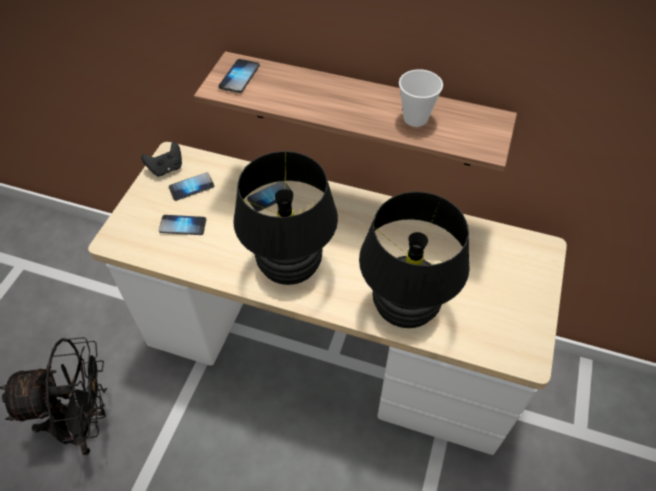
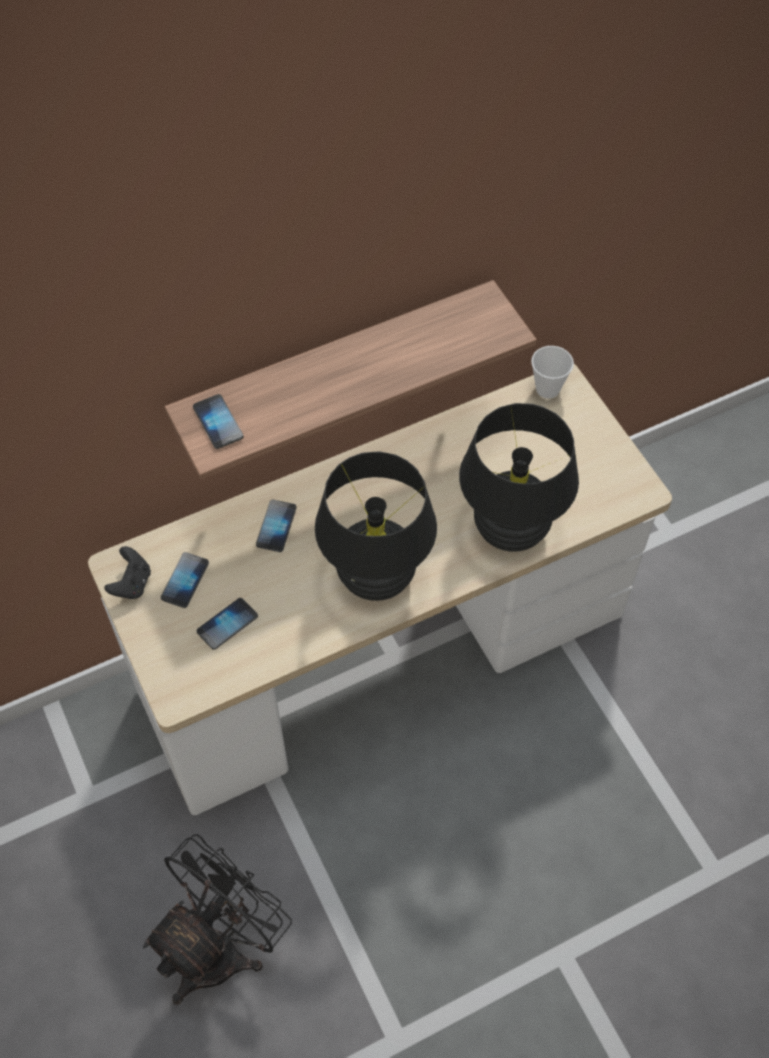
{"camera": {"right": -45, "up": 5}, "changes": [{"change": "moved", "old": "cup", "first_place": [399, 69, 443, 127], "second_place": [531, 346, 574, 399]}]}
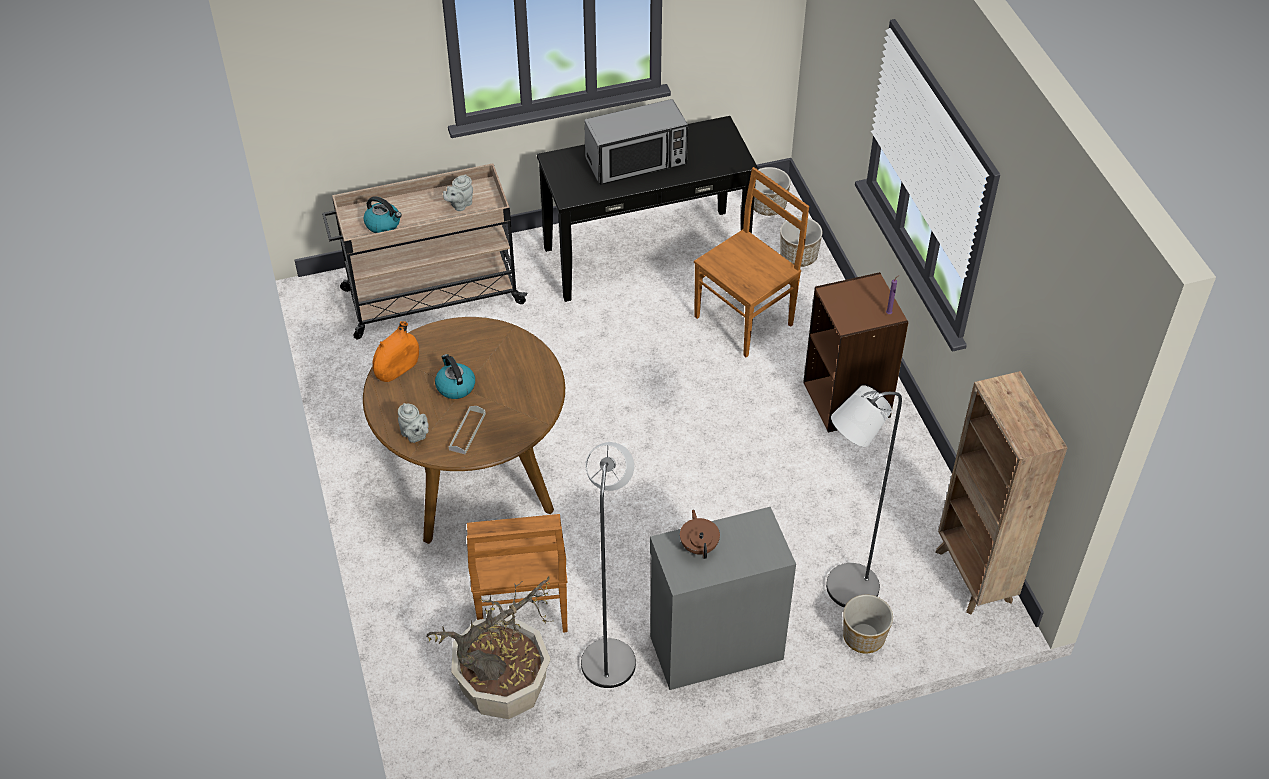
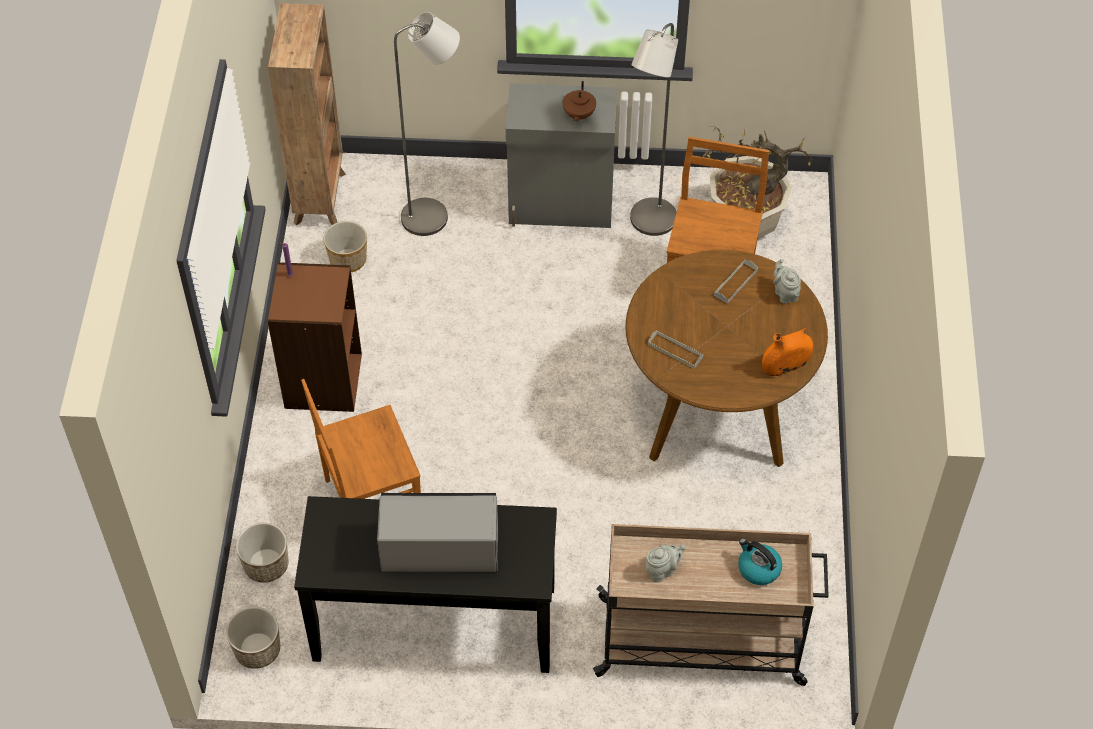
{"camera": {"right": -160, "up": 5}, "changes": [{"change": "removed", "old": "kettle", "first_place": [435, 354, 475, 399]}, {"change": "moved", "old": "planter", "first_place": [843, 595, 893, 654], "second_place": [324, 221, 367, 272]}, {"change": "added", "new": "grey tray", "second_place": [648, 330, 704, 369]}]}
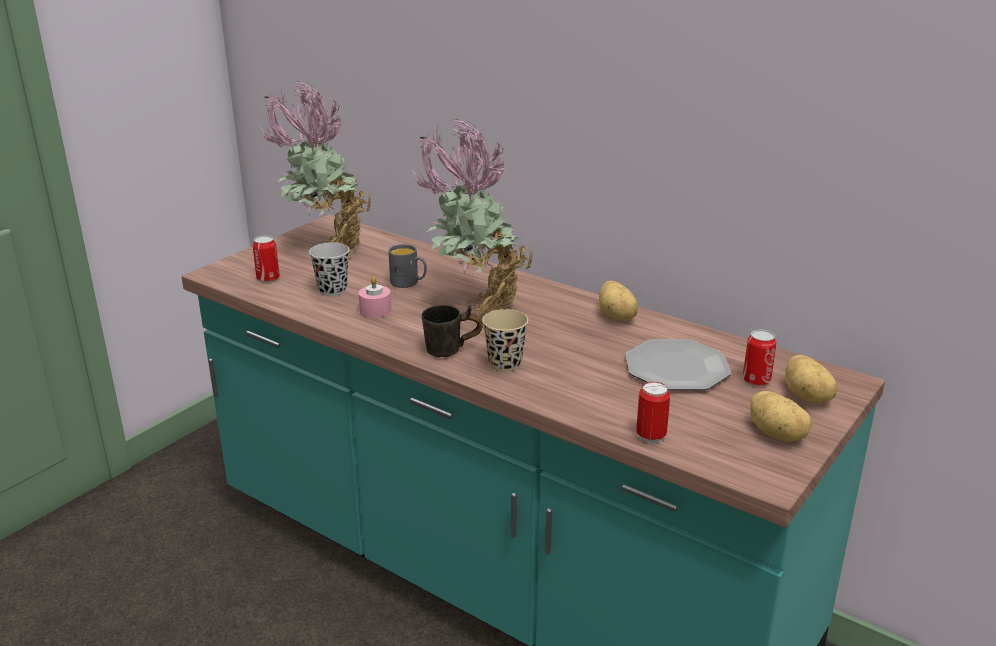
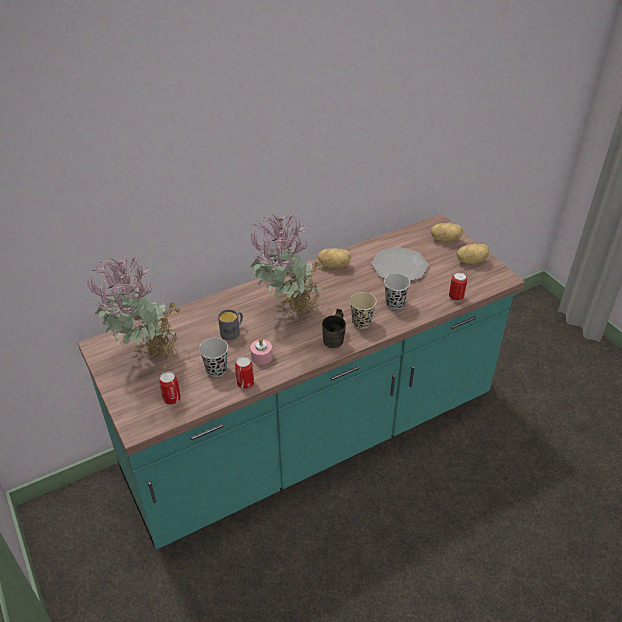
{"camera": {"right": -65, "up": 15}, "changes": [{"change": "moved", "old": "can", "first_place": [743, 329, 776, 386], "second_place": [235, 356, 254, 389]}, {"change": "added", "new": "black cup", "second_place": [384, 274, 410, 310]}]}
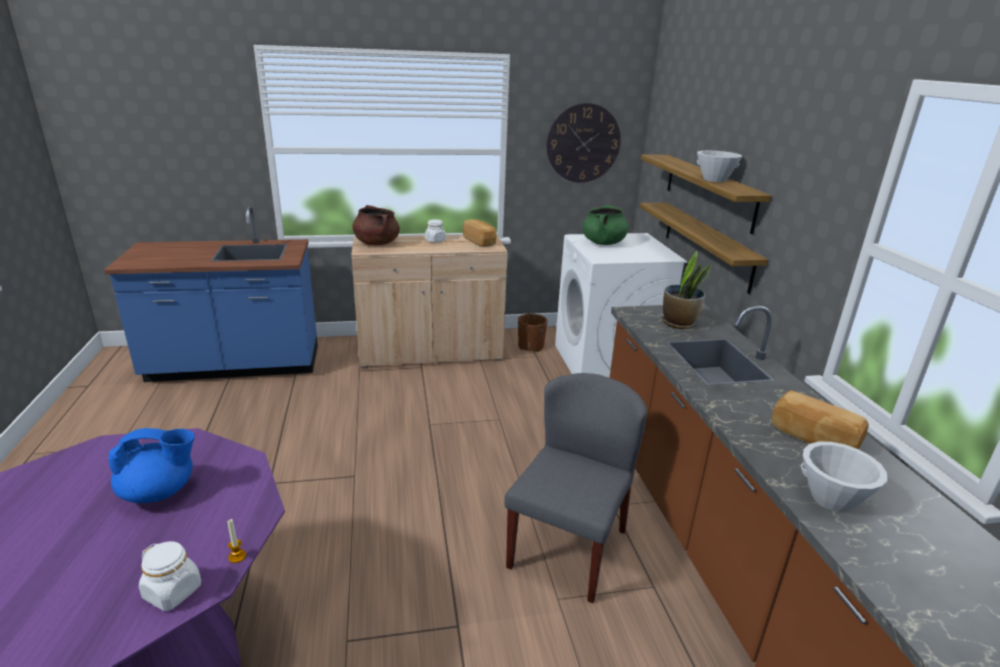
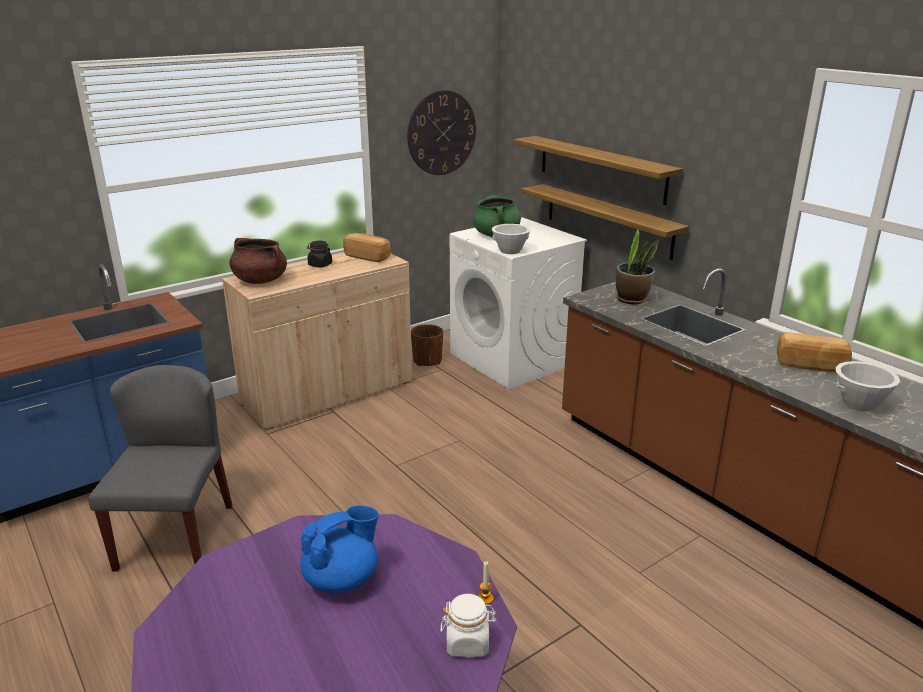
{"camera": {"right": -25, "up": 0}, "changes": [{"change": "recoloured", "old": "white jar", "new": "black jar", "first_place": [425, 219, 446, 242], "second_place": [307, 241, 332, 268]}, {"change": "moved", "old": "grey chair", "first_place": [504, 373, 647, 603], "second_place": [88, 365, 232, 572]}, {"change": "moved", "old": "white bowl", "first_place": [697, 151, 742, 182], "second_place": [492, 224, 530, 254]}]}
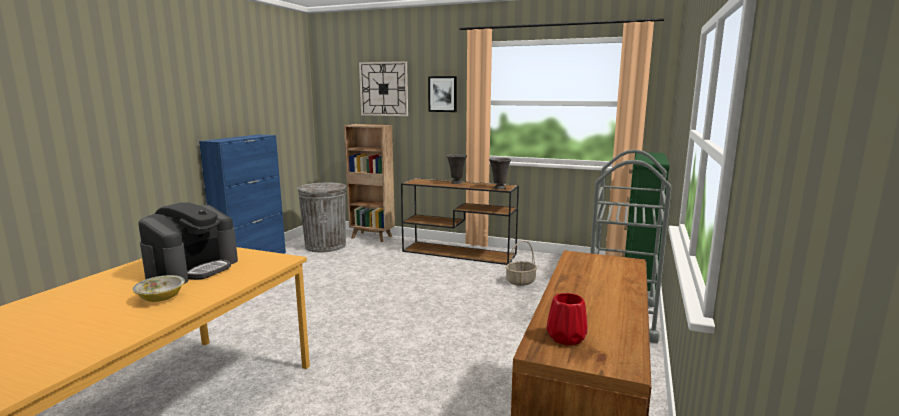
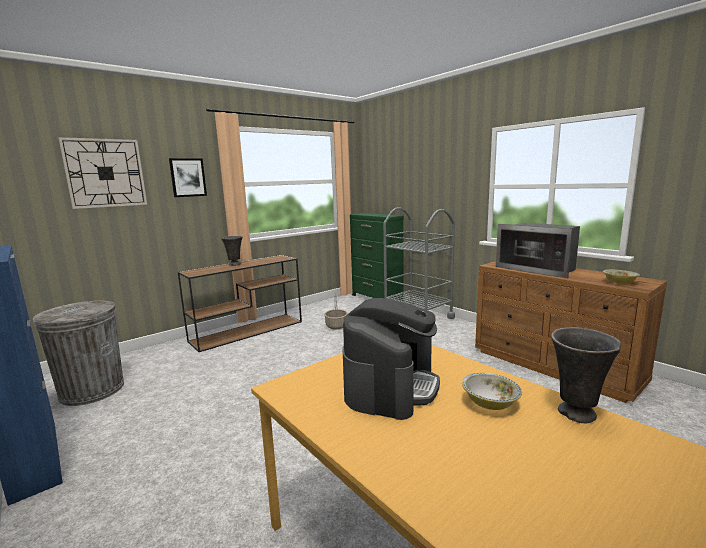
{"camera": {"right": -60, "up": 0}, "changes": [{"change": "turned", "old": "coffee machine", "first_place": [138, 202, 238, 284], "second_place": [342, 298, 440, 420], "degrees": 60}, {"change": "removed", "old": "brown bookcase", "first_place": [344, 124, 395, 242]}, {"change": "moved", "old": "grey vase", "first_place": [489, 158, 511, 189], "second_place": [551, 327, 621, 423]}, {"change": "replaced", "old": "red vase", "new": "bowl", "first_place": [546, 293, 588, 345], "second_place": [603, 270, 640, 284]}, {"change": "added", "new": "microwave", "second_place": [496, 223, 580, 278]}]}
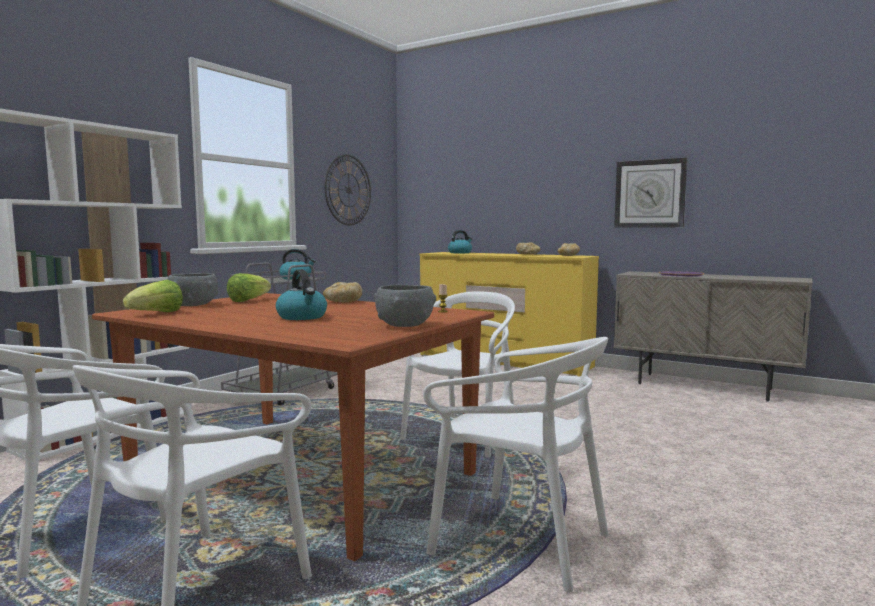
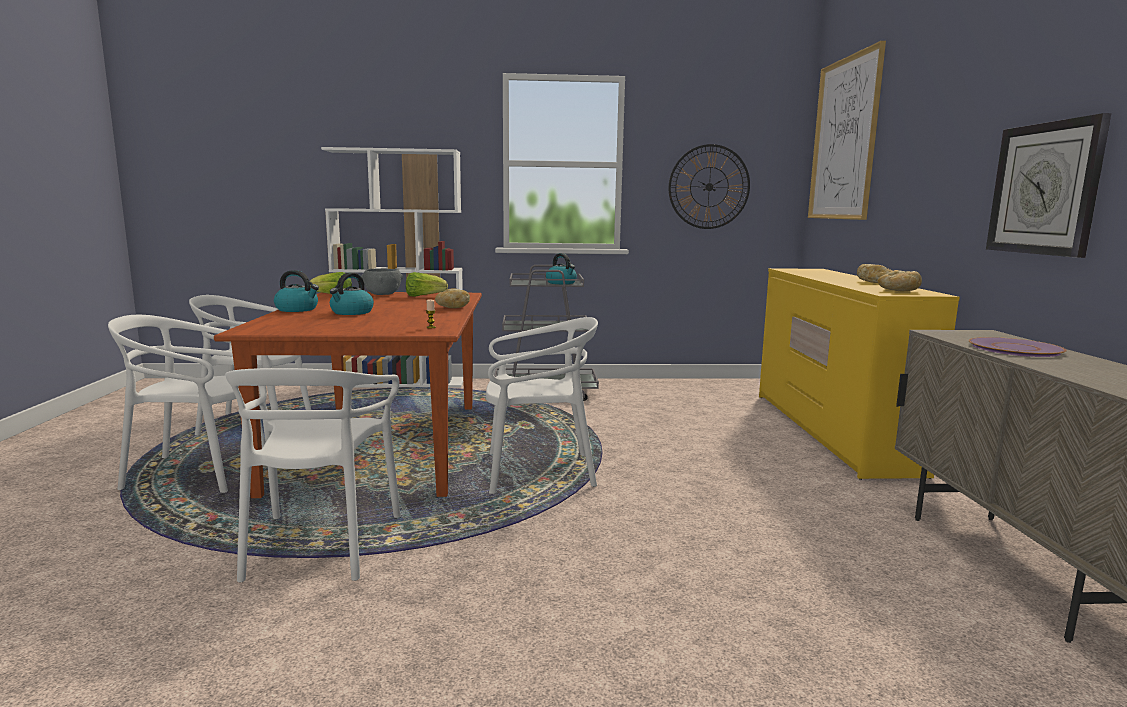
{"camera": {"right": 55, "up": 5}, "changes": [{"change": "removed", "old": "grey bowl", "first_place": [374, 285, 436, 327]}, {"change": "moved", "old": "kettle", "first_place": [448, 230, 472, 253], "second_place": [274, 270, 319, 312]}, {"change": "added", "new": "picture", "second_place": [808, 41, 886, 220]}]}
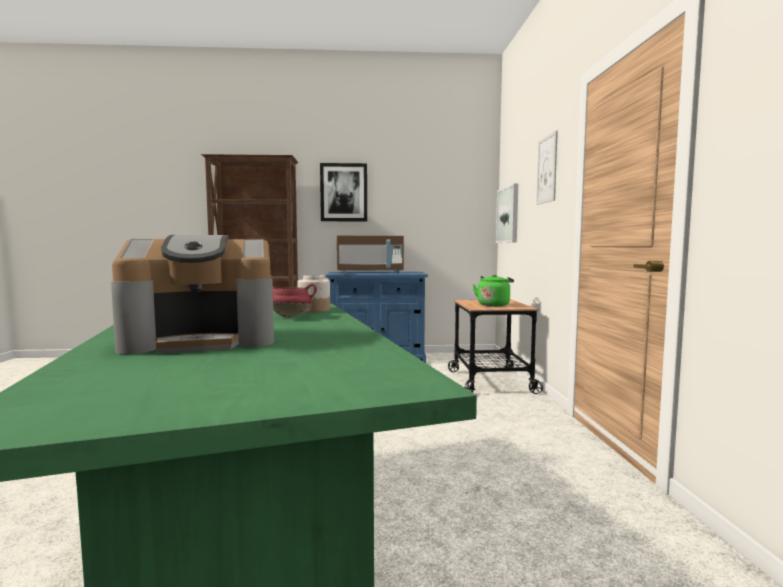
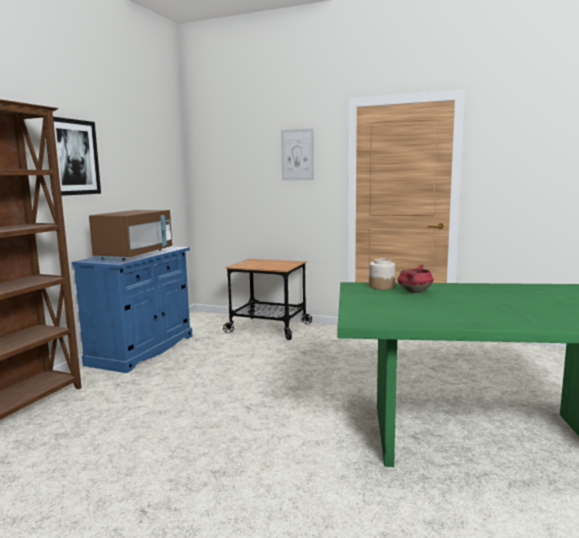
{"camera": {"right": -65, "up": 5}, "changes": [{"change": "removed", "old": "coffee machine", "first_place": [111, 235, 274, 354]}, {"change": "removed", "old": "green kettle", "first_place": [472, 274, 514, 306]}, {"change": "removed", "old": "picture", "first_place": [496, 183, 518, 243]}]}
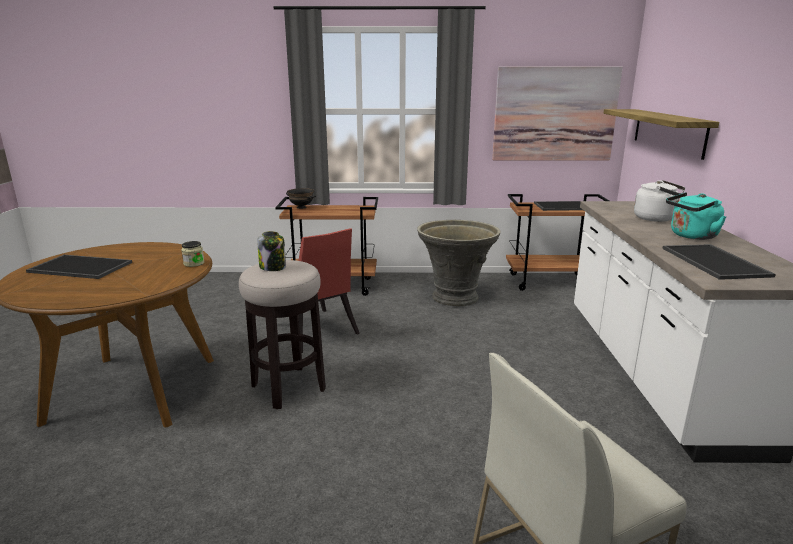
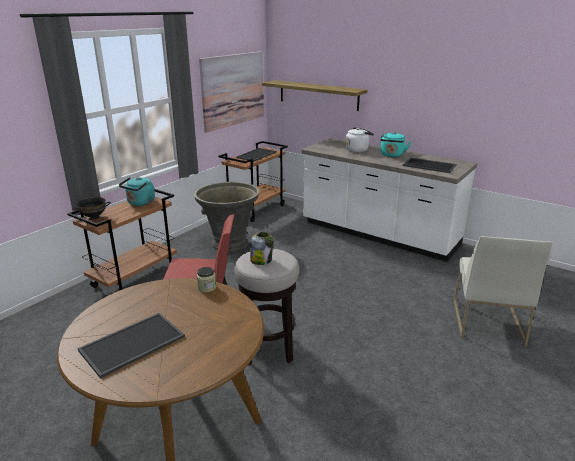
{"camera": {"right": -55, "up": 5}, "changes": [{"change": "added", "new": "turquoise kettle", "second_place": [119, 177, 155, 206]}]}
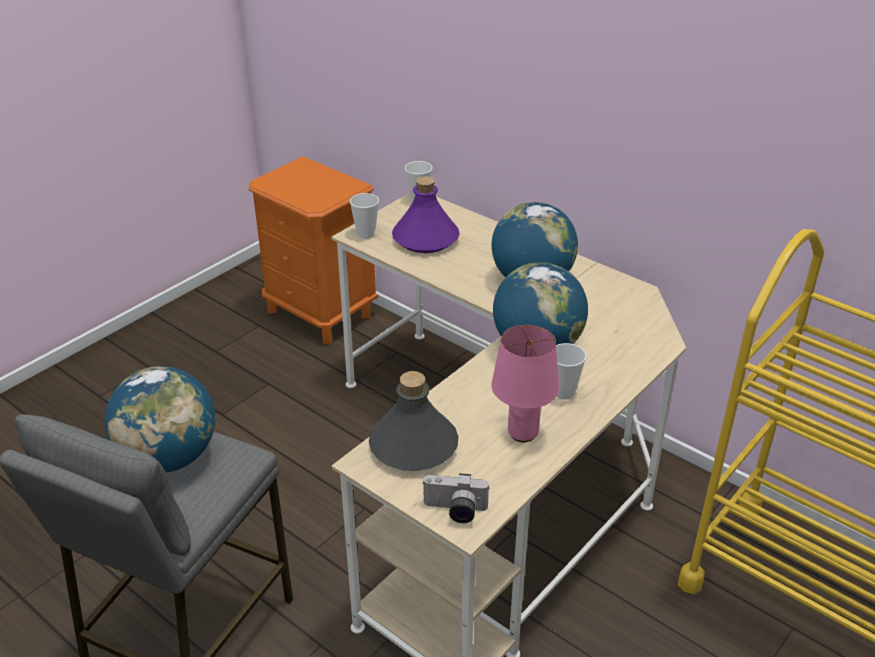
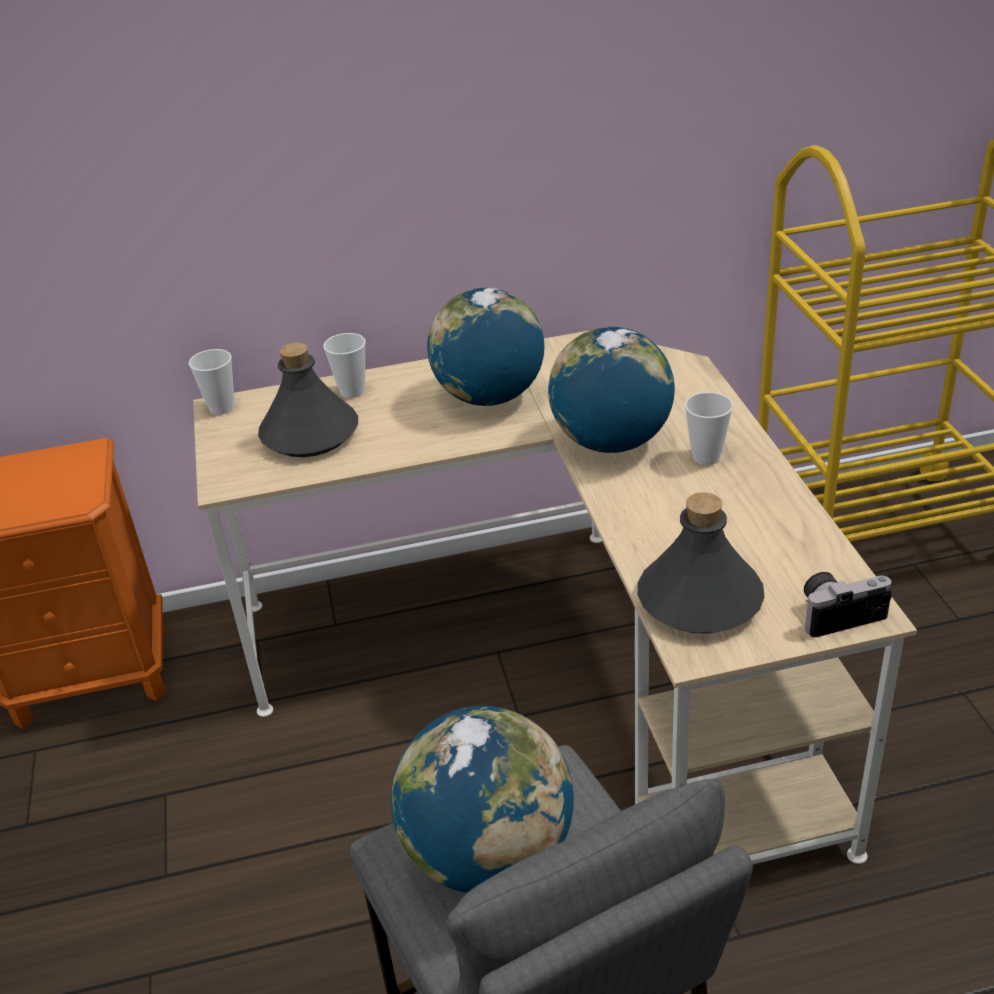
{"camera": {"right": -50, "up": 0}, "changes": [{"change": "moved", "old": "cup", "first_place": [350, 193, 379, 239], "second_place": [323, 333, 366, 398]}, {"change": "recoloured", "old": "purple bottle", "new": "grey bottle", "first_place": [392, 176, 460, 253], "second_place": [258, 343, 358, 457]}, {"change": "turned", "old": "photo camera", "first_place": [422, 473, 489, 523], "second_place": [804, 572, 892, 637], "degrees": -150}, {"change": "removed", "old": "pink table lamp", "first_place": [491, 325, 559, 442]}]}
